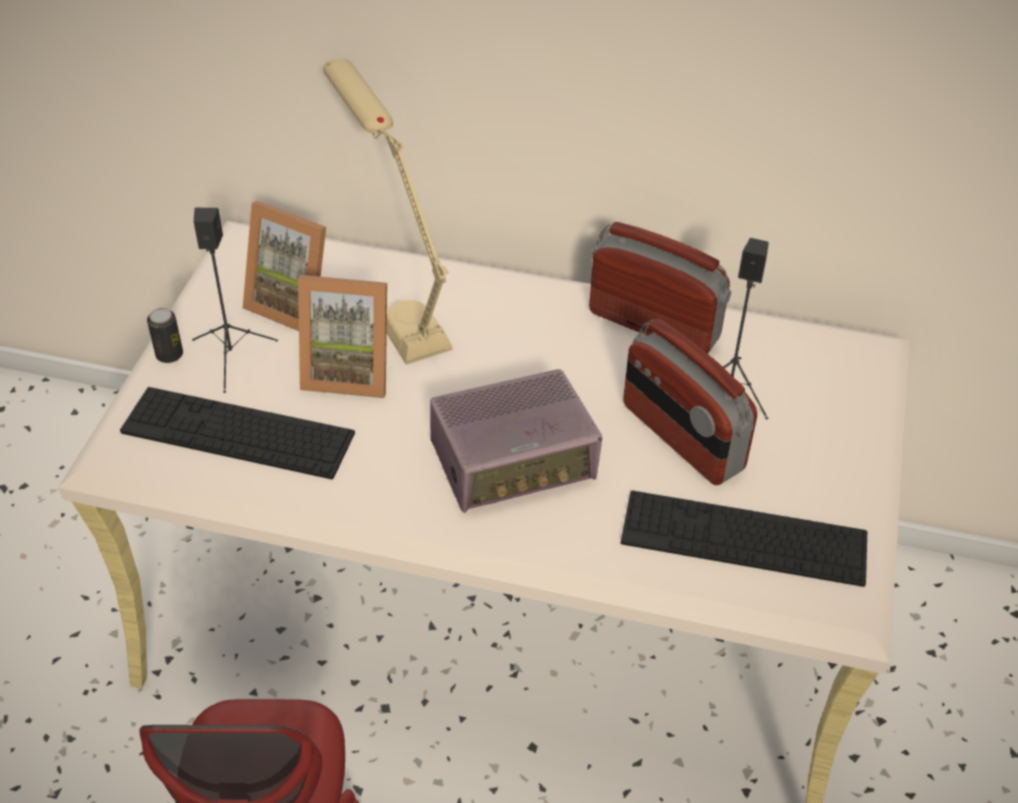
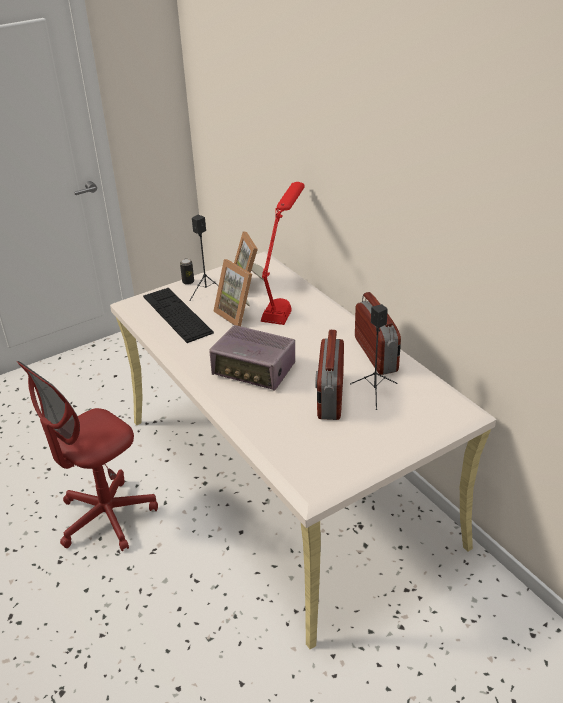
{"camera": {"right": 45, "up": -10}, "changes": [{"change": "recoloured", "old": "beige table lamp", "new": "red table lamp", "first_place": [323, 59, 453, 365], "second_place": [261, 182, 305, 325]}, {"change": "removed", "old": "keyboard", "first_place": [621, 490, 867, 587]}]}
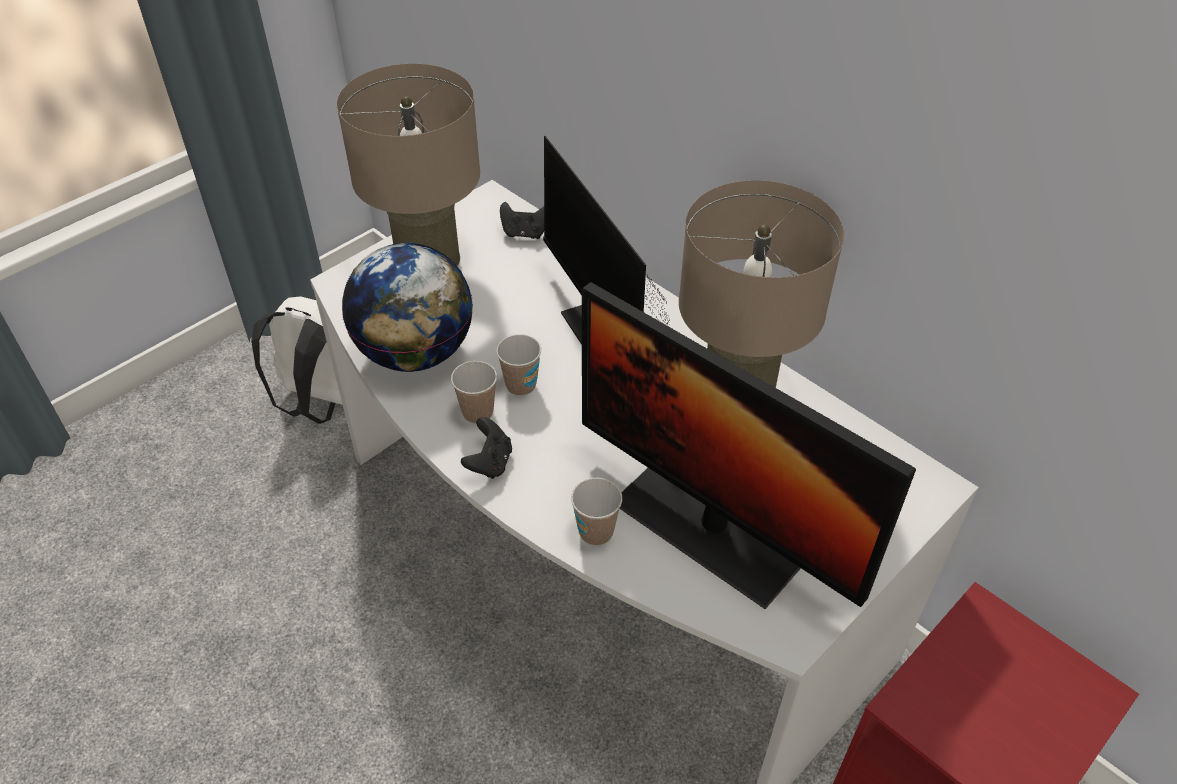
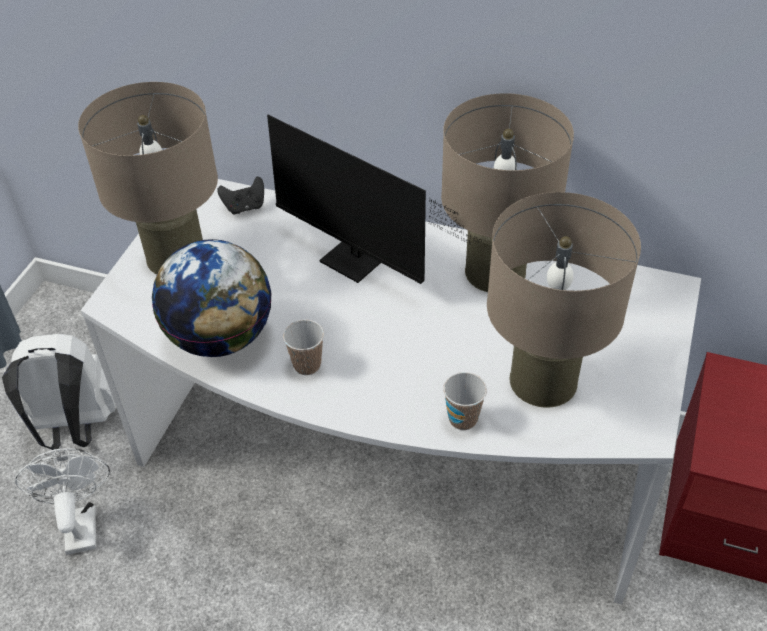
{"camera": {"right": -25, "up": 0}, "changes": [{"change": "removed", "old": "black game controller", "first_place": [461, 417, 512, 479]}, {"change": "removed", "old": "cup", "first_place": [496, 334, 541, 396]}, {"change": "replaced", "old": "monitor", "new": "beige table lamp", "first_place": [582, 282, 916, 609], "second_place": [487, 192, 641, 408]}, {"change": "added", "new": "white fan", "second_place": [15, 448, 110, 555]}]}
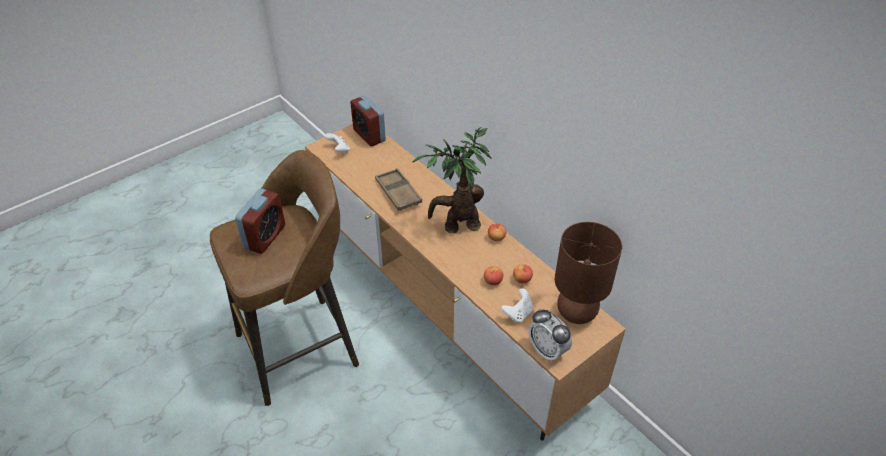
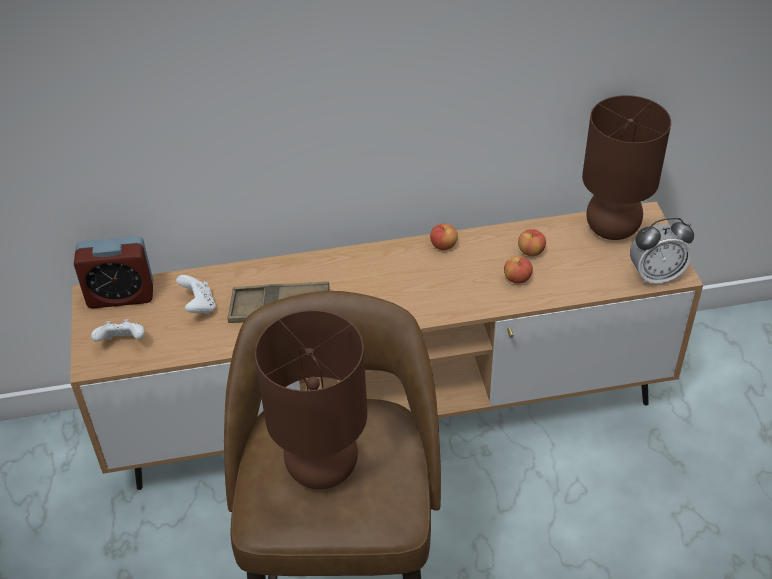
{"camera": {"right": -60, "up": 0}, "changes": [{"change": "replaced", "old": "alarm clock", "new": "brown table lamp", "first_place": [235, 188, 285, 254], "second_place": [255, 310, 367, 489]}, {"change": "removed", "old": "potted plant", "first_place": [412, 127, 492, 234]}, {"change": "moved", "old": "white game controller", "first_place": [501, 288, 533, 323], "second_place": [176, 275, 216, 315]}]}
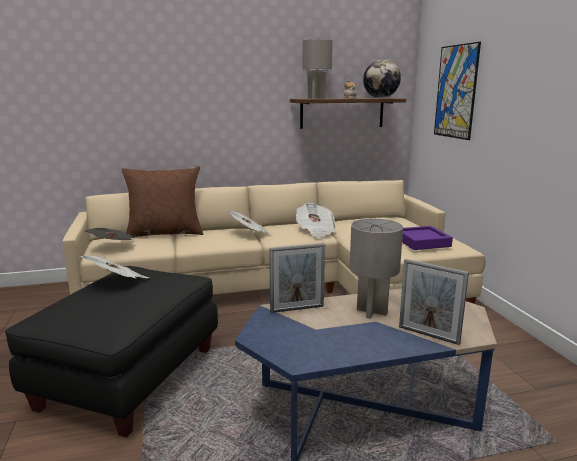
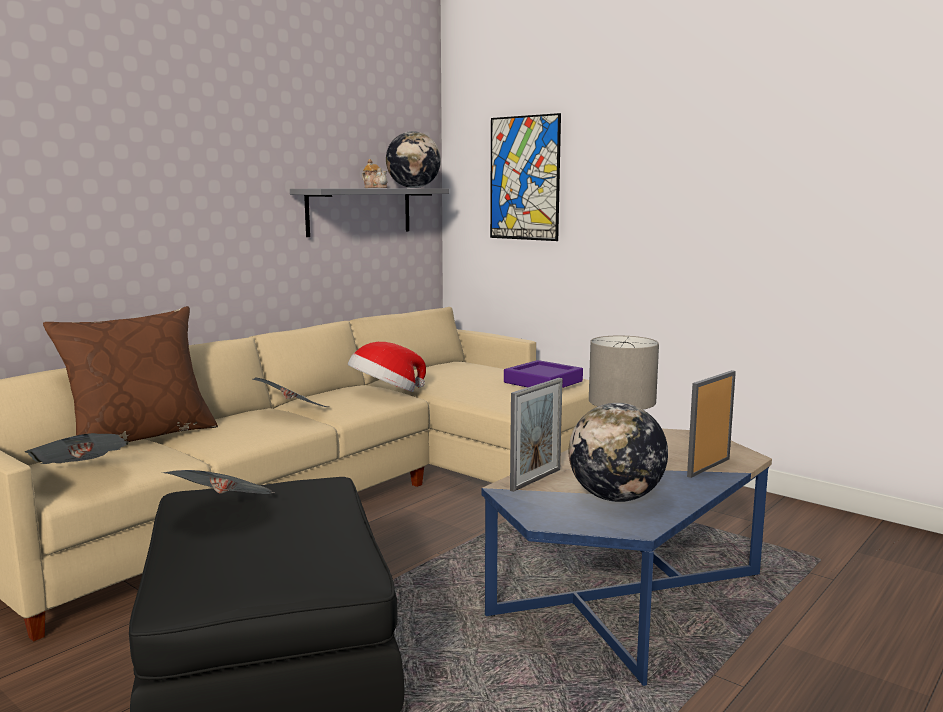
{"camera": {"right": -35, "up": -5}, "changes": [{"change": "recoloured", "old": "brown shelf", "new": "grey shelf", "first_place": [290, 98, 406, 129], "second_place": [290, 188, 449, 237]}, {"change": "replaced", "old": "newspaper", "new": "hat", "first_place": [296, 203, 336, 238], "second_place": [348, 342, 426, 392]}, {"change": "removed", "old": "grey table lamp", "first_place": [302, 39, 333, 99]}, {"change": "turned", "old": "picture frame", "first_place": [399, 259, 469, 345], "second_place": [687, 370, 736, 478], "degrees": 135}, {"change": "added", "new": "globe", "second_place": [569, 403, 668, 502]}]}
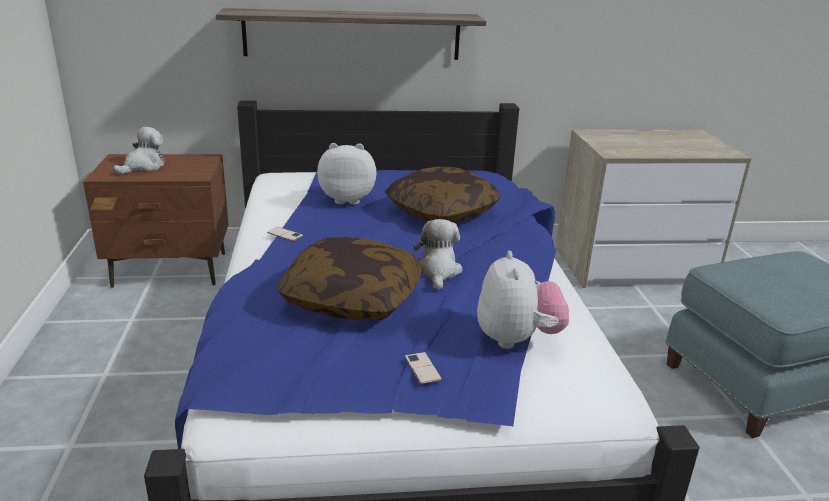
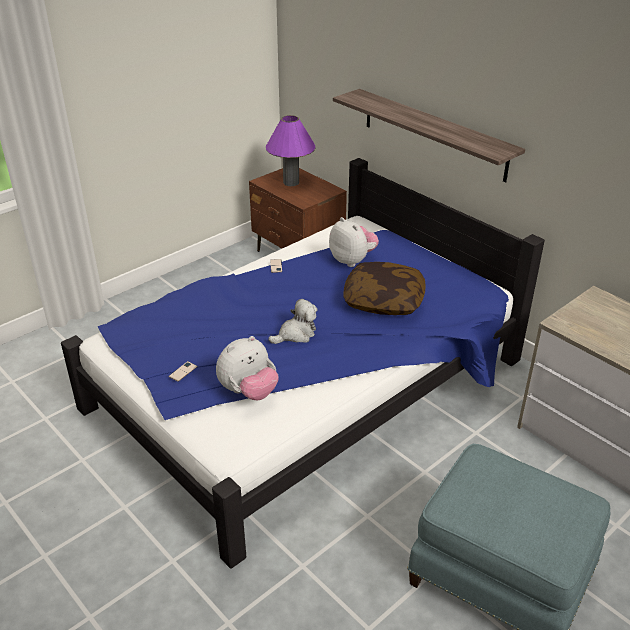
{"camera": {"right": 55, "up": 10}, "changes": [{"change": "replaced", "old": "plush toy", "new": "purple table lamp", "first_place": [113, 127, 165, 174], "second_place": [266, 115, 316, 186]}, {"change": "removed", "old": "pillow", "first_place": [277, 237, 422, 320]}]}
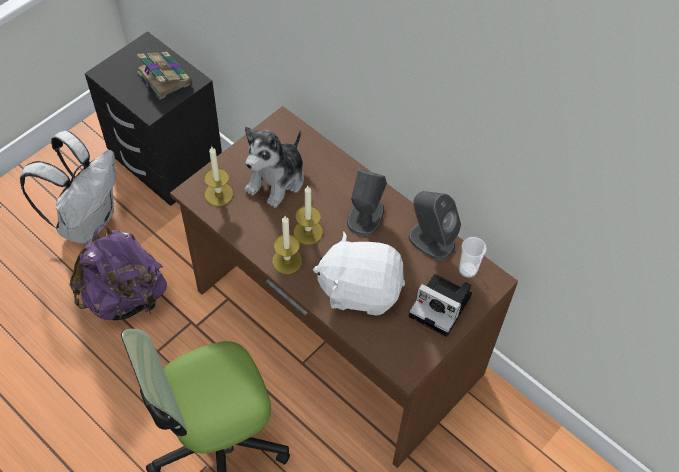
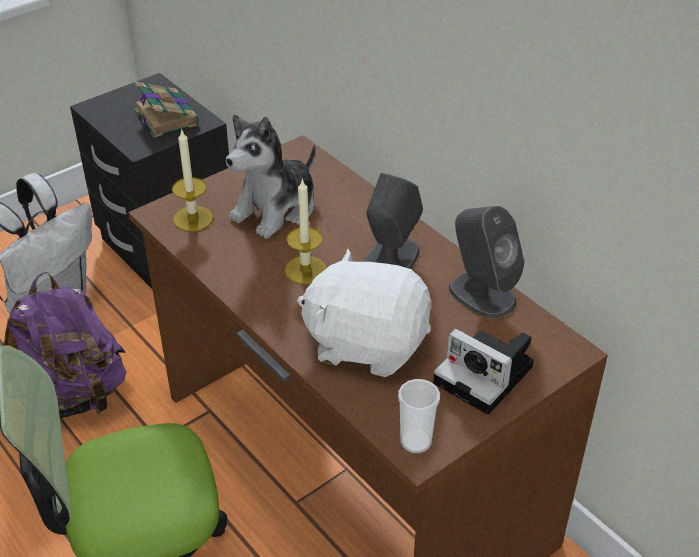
{"camera": {"right": 10, "up": -15}, "changes": [{"change": "removed", "old": "candle", "first_place": [272, 216, 302, 274]}, {"change": "moved", "old": "cup", "first_place": [459, 237, 487, 278], "second_place": [398, 379, 440, 453]}]}
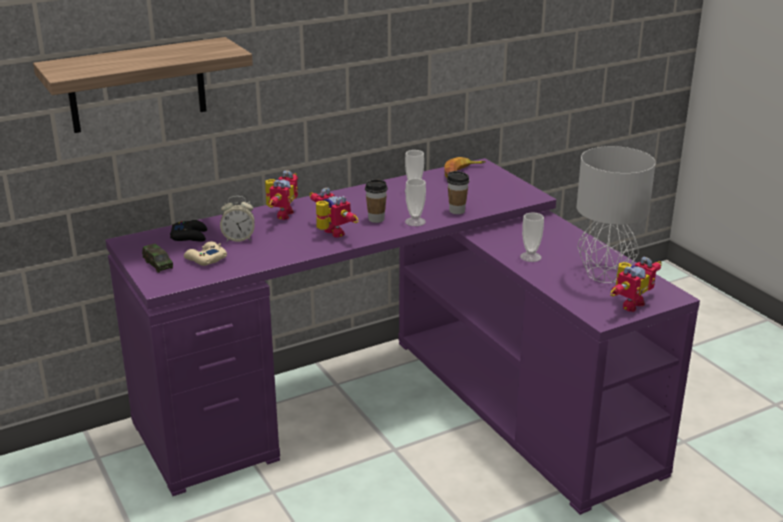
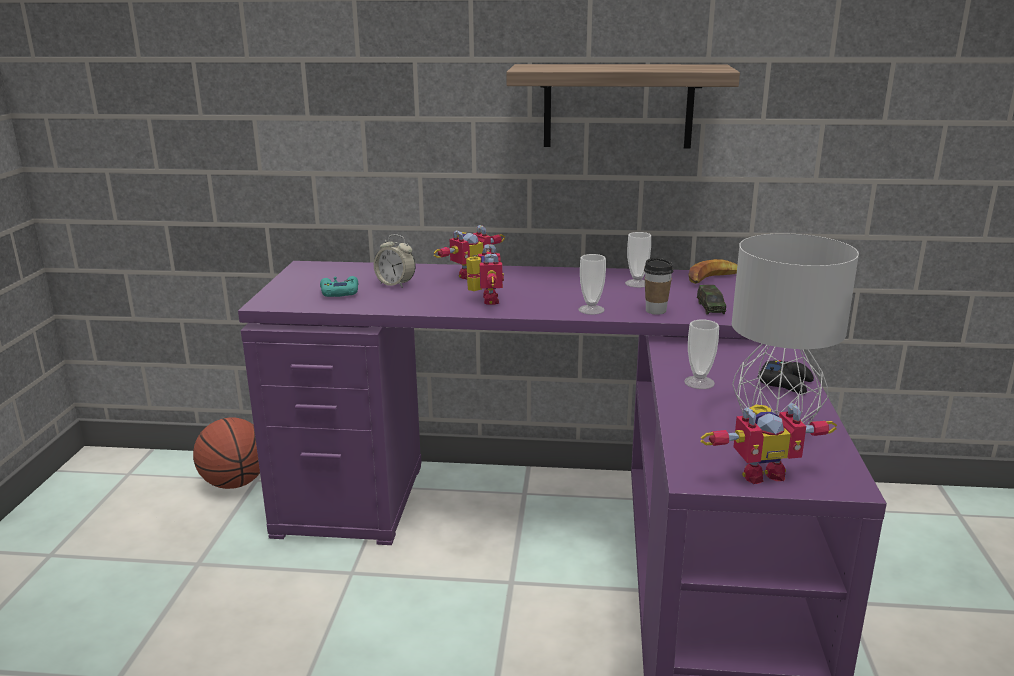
{"camera": {"right": 35, "up": -5}, "changes": [{"change": "moved", "old": "shelf", "first_place": [33, 37, 253, 133], "second_place": [506, 64, 740, 149]}, {"change": "moved", "old": "toy car", "first_place": [142, 244, 173, 273], "second_place": [697, 285, 726, 315]}, {"change": "moved", "old": "black game controller", "first_place": [170, 220, 207, 242], "second_place": [757, 360, 814, 394]}, {"change": "recoloured", "old": "beige game controller", "new": "turquoise game controller", "first_place": [184, 241, 227, 266], "second_place": [320, 276, 358, 297]}, {"change": "removed", "old": "cup", "first_place": [365, 179, 388, 223]}, {"change": "added", "new": "basketball", "second_place": [193, 417, 260, 489]}]}
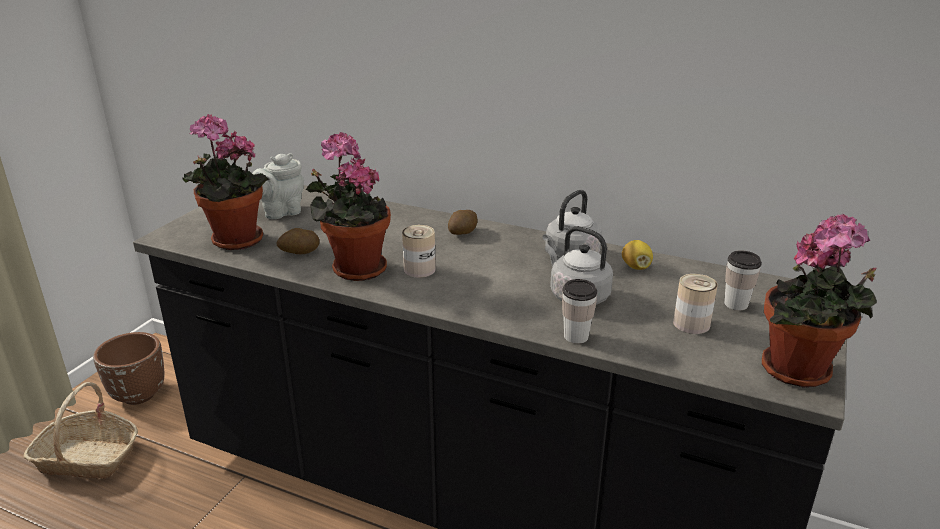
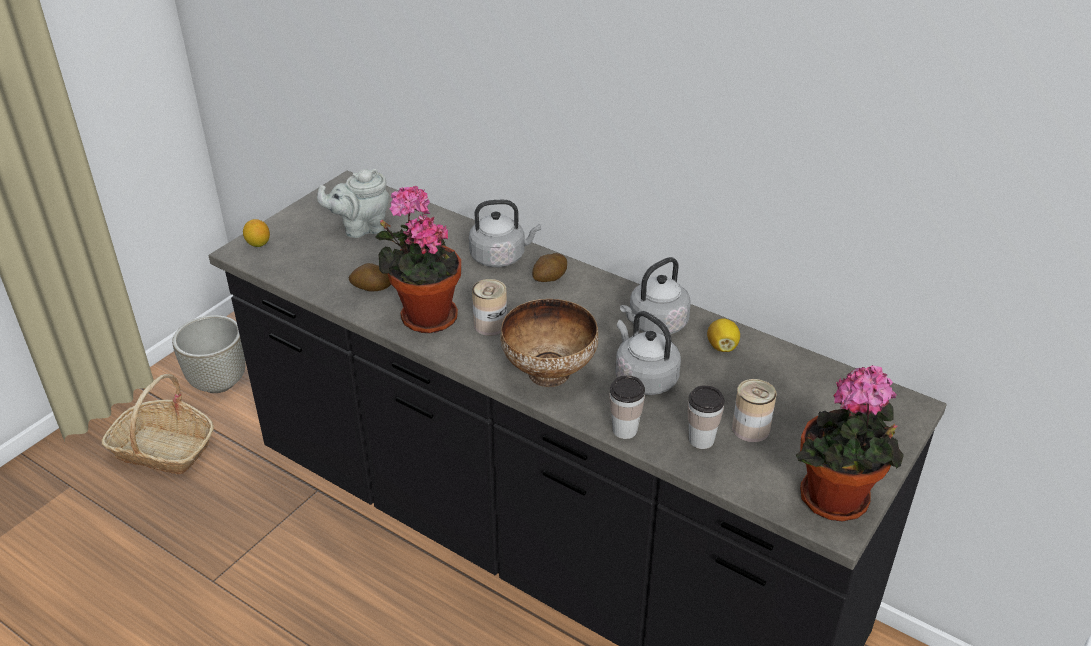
{"camera": {"right": 10, "up": 10}, "changes": [{"change": "recoloured", "old": "brown planter", "new": "grey planter", "first_place": [93, 332, 164, 405], "second_place": [172, 315, 246, 393]}, {"change": "removed", "old": "potted plant", "first_place": [182, 114, 269, 250]}, {"change": "moved", "old": "cup", "first_place": [724, 250, 762, 310], "second_place": [688, 385, 725, 449]}, {"change": "added", "new": "lemon", "second_place": [243, 219, 270, 247]}, {"change": "added", "new": "grey kettle", "second_place": [469, 200, 541, 267]}, {"change": "added", "new": "bowl", "second_place": [500, 299, 599, 387]}]}
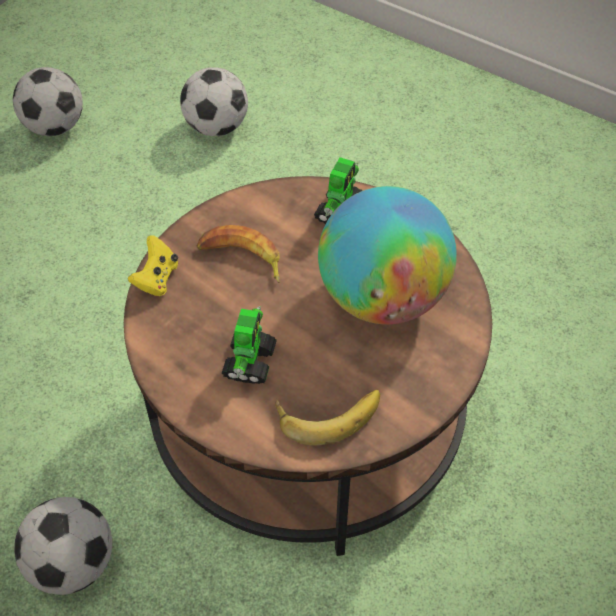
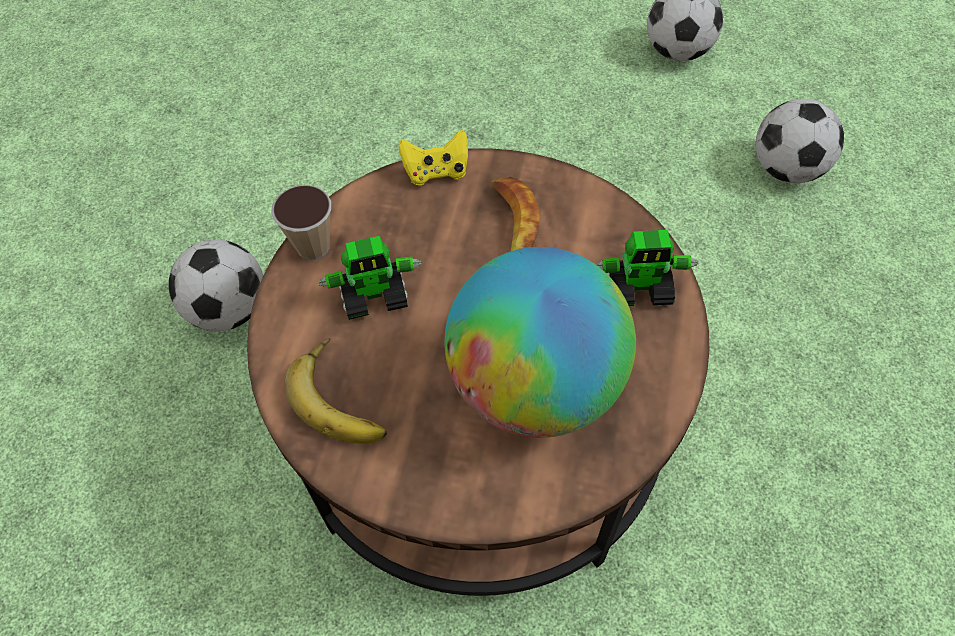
{"camera": {"right": 65, "up": 5}, "changes": [{"change": "added", "new": "cup", "second_place": [271, 185, 331, 260]}]}
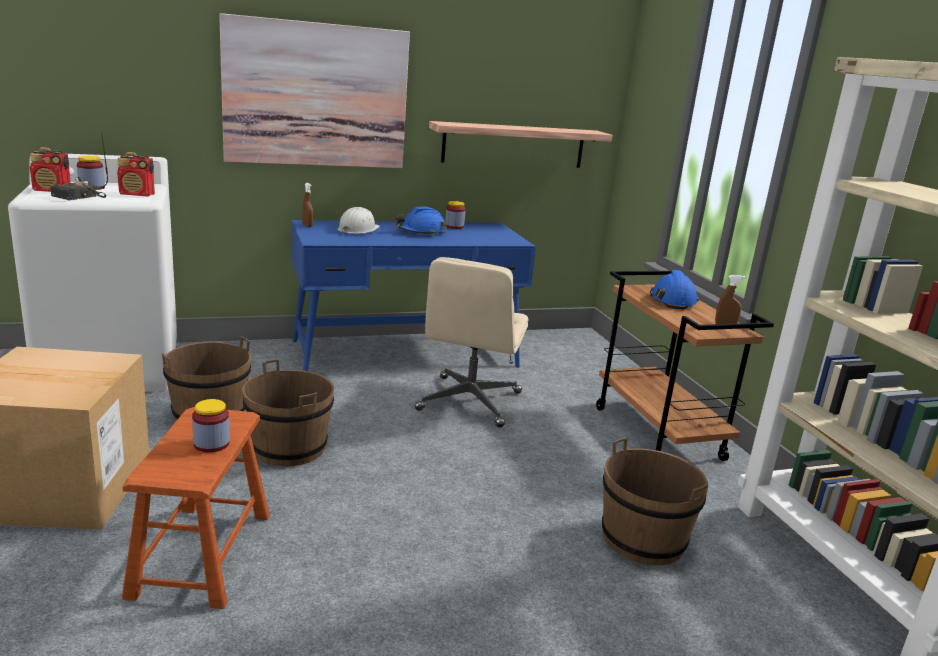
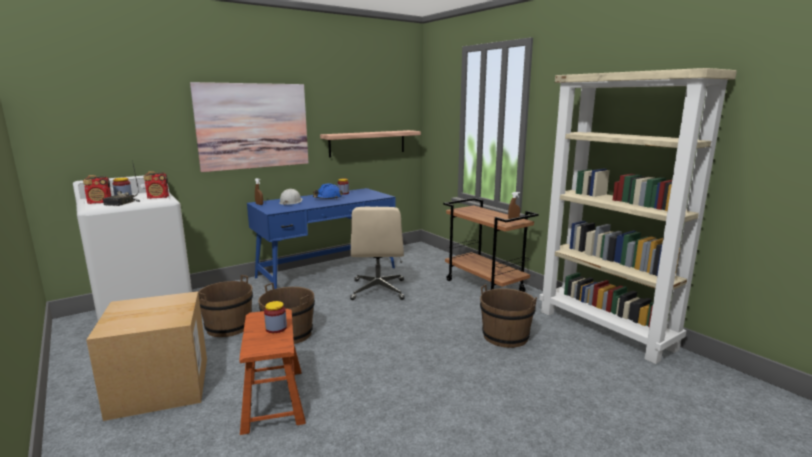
{"camera": {"right": -15, "up": -5}, "changes": [{"change": "removed", "old": "blue hard hat", "first_place": [650, 270, 699, 310]}]}
